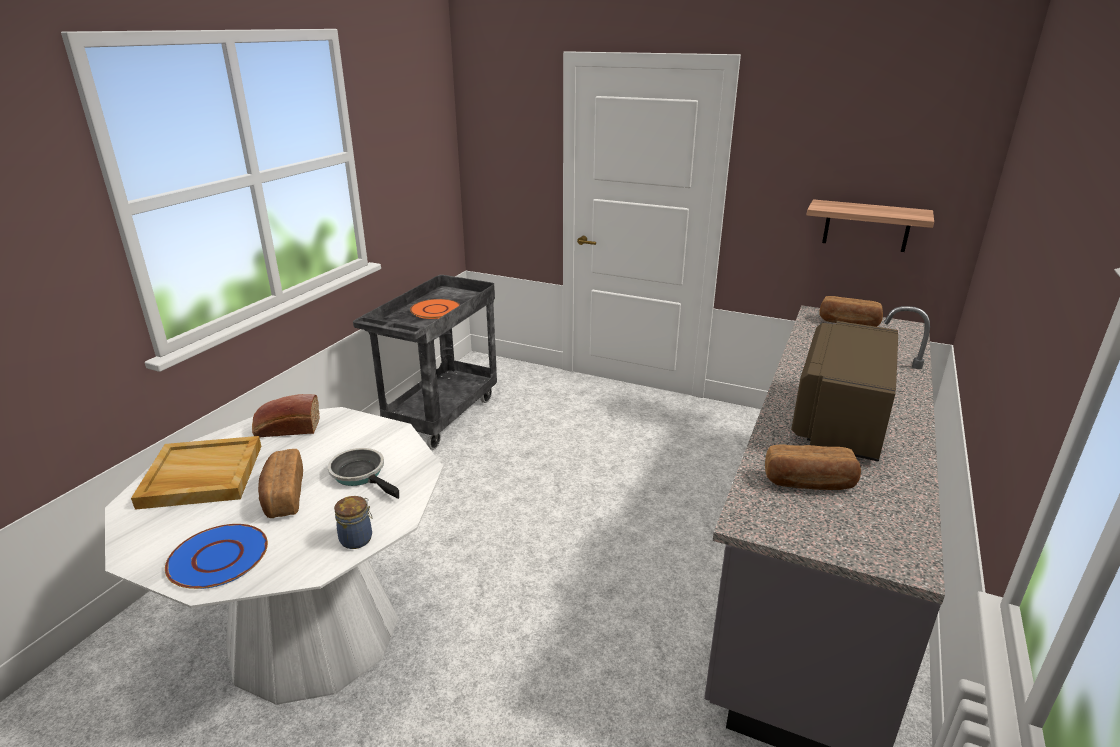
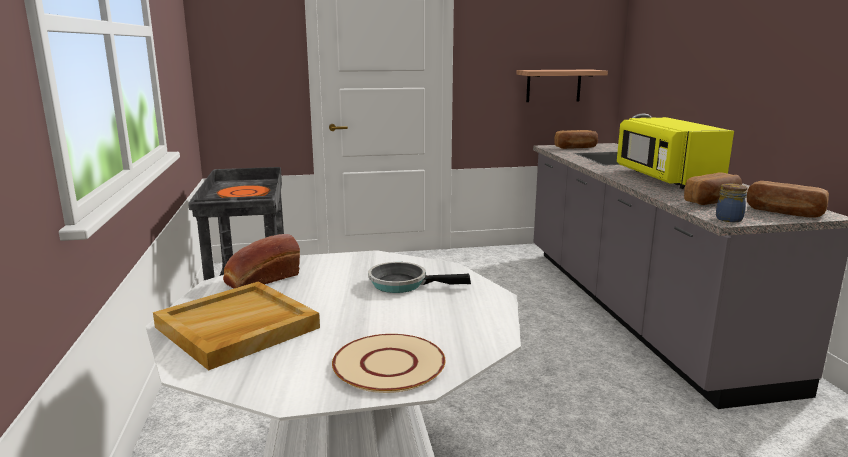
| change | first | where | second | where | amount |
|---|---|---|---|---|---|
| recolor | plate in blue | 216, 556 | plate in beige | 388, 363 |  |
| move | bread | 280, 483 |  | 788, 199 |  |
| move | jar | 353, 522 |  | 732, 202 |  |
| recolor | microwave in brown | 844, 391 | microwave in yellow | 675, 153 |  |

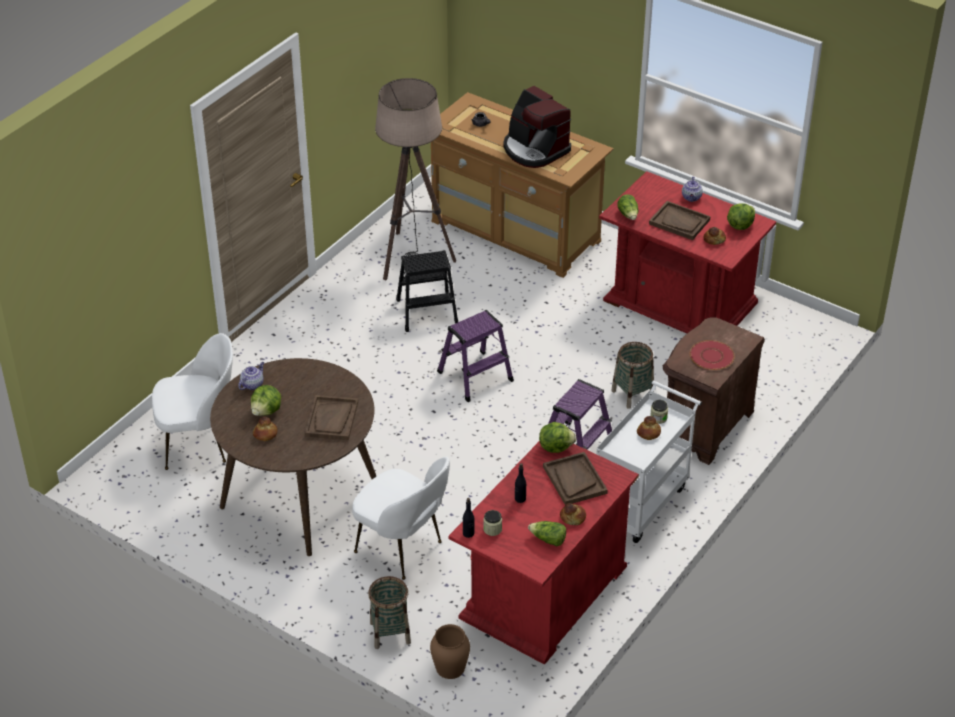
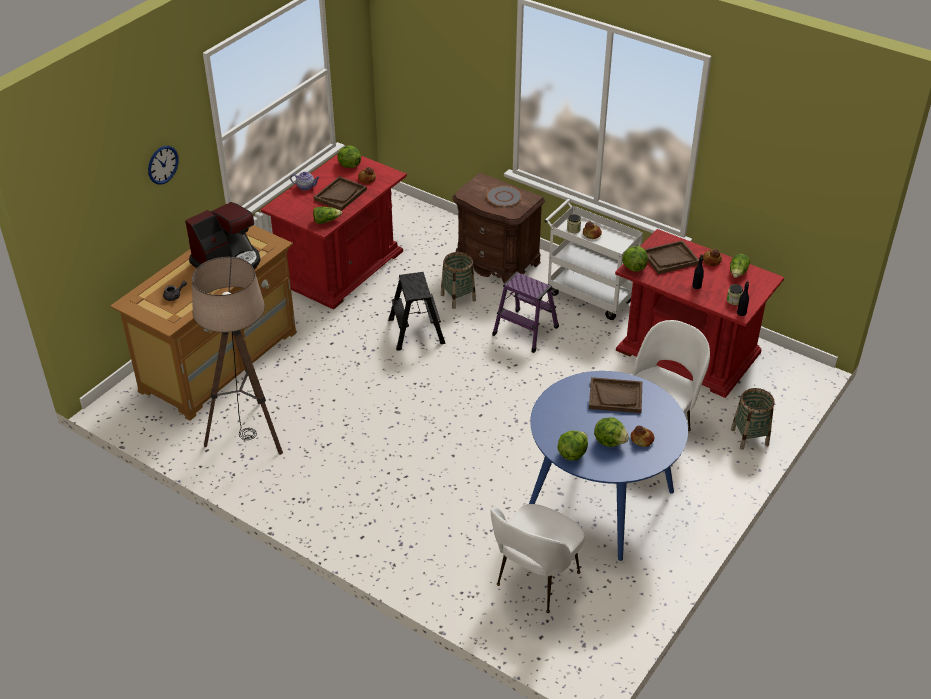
| change | first | where | second | where | amount |
|---|---|---|---|---|---|
| rotate | chair in white | 192, 401 |  | 538, 558 | 135 degrees counterclockwise |
| recolor | dining table in brown | 293, 457 | dining table in blue | 608, 466 |  |
| replace | teapot | 251, 376 | lettuce | 572, 446 |  |
| move | step ladder in black | 427, 291 |  | 416, 311 |  |
| delete | vase in brown | 450, 651 |  |  |  |
| delete | step ladder in purple | 475, 356 |  |  |  |
| recolor | plate in red | 712, 355 | plate in grey | 504, 196 |  |
| insert |  |  | wall clock | 163, 165 |  |

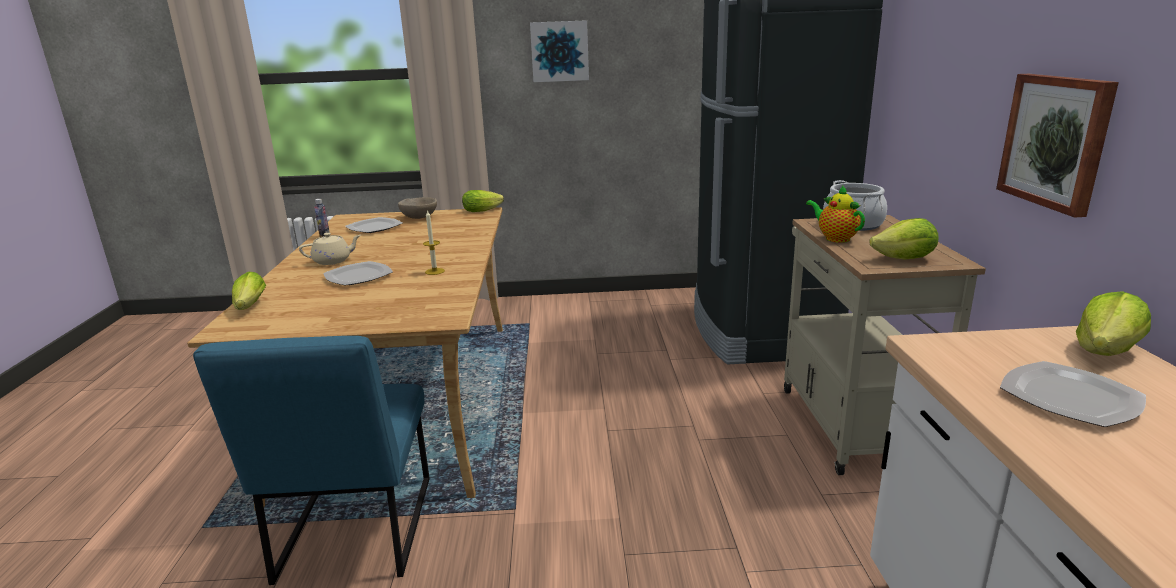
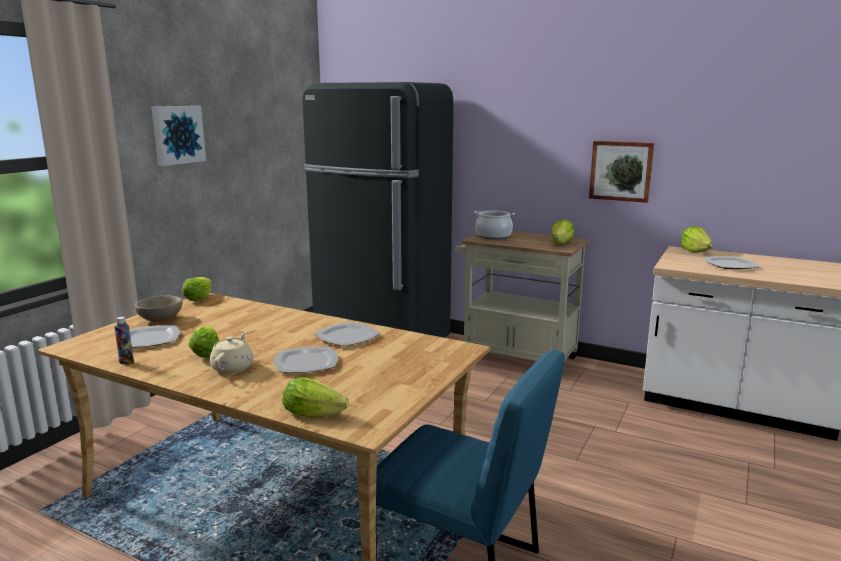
| change | first | where | second | where | amount |
|---|---|---|---|---|---|
| replace | candle | 434, 242 | plate | 347, 334 |  |
| delete | teapot | 835, 214 |  |  |  |
| insert |  |  | lettuce | 204, 341 |  |

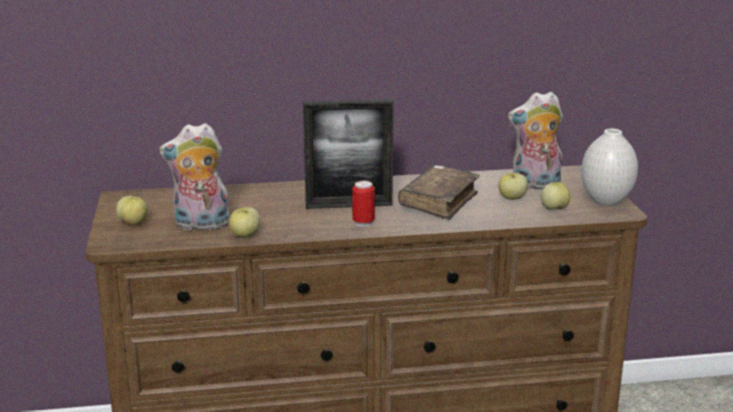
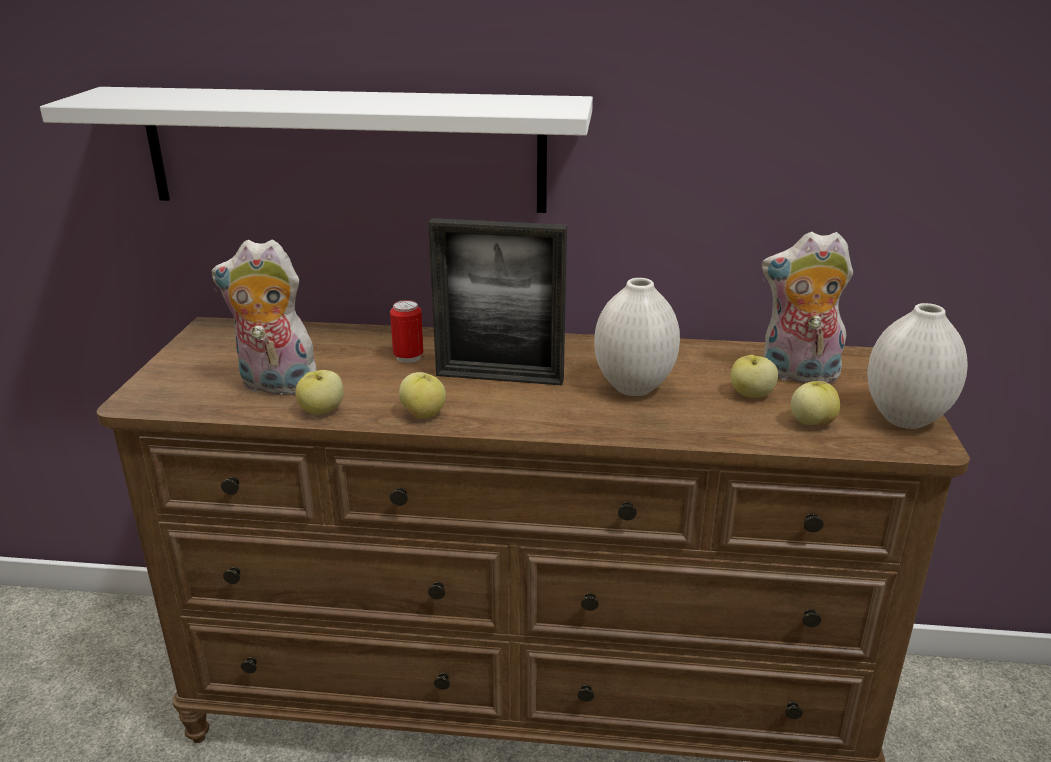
| change | first | where | second | where | amount |
|---|---|---|---|---|---|
| move | apple | 132, 210 |  | 422, 395 |  |
| move | can | 363, 204 |  | 407, 331 |  |
| replace | book in brown | 439, 192 | vase in white | 637, 337 |  |
| insert |  |  | shelf in white | 316, 150 |  |

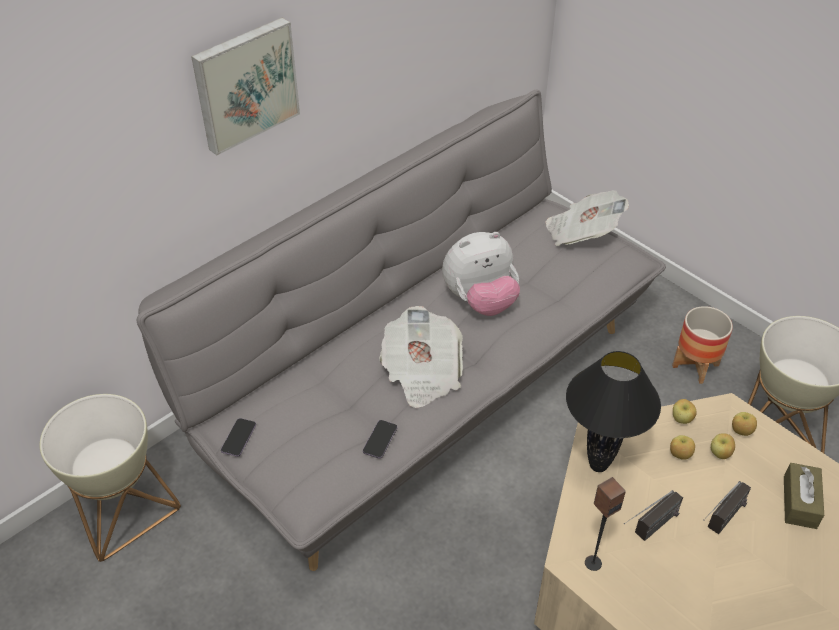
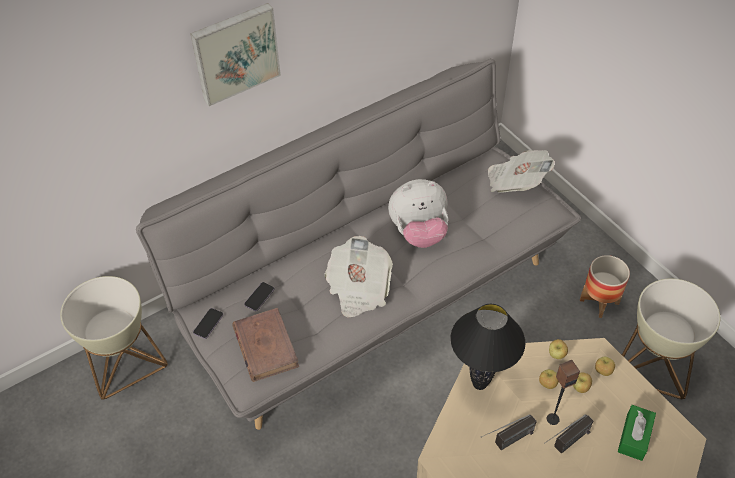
| change | first | where | second | where | amount |
|---|---|---|---|---|---|
| move | phone | 380, 439 |  | 259, 296 |  |
| move | speaker | 605, 524 |  | 563, 392 |  |
| recolor | tissue box in brown | 804, 496 | tissue box in green | 637, 433 |  |
| insert |  |  | book in brown | 265, 345 |  |

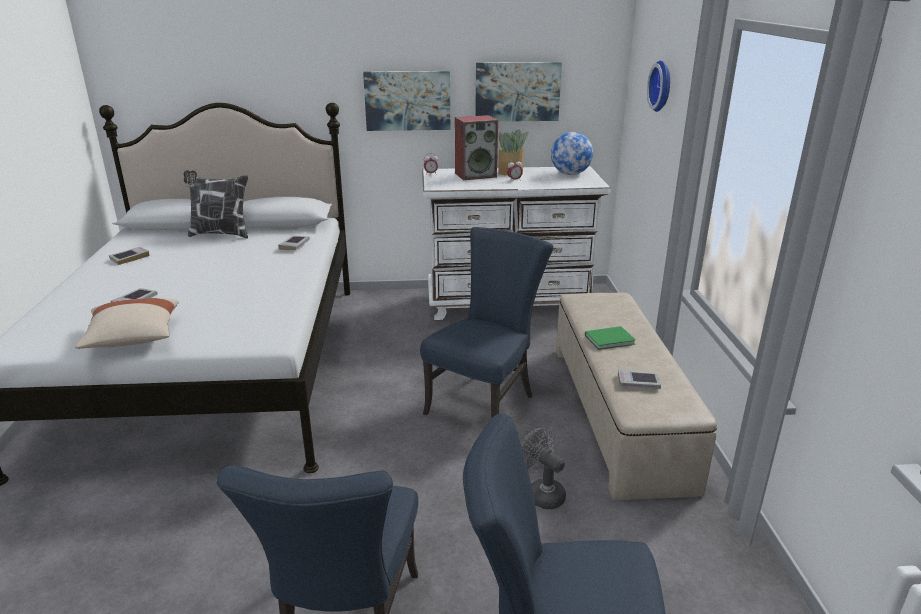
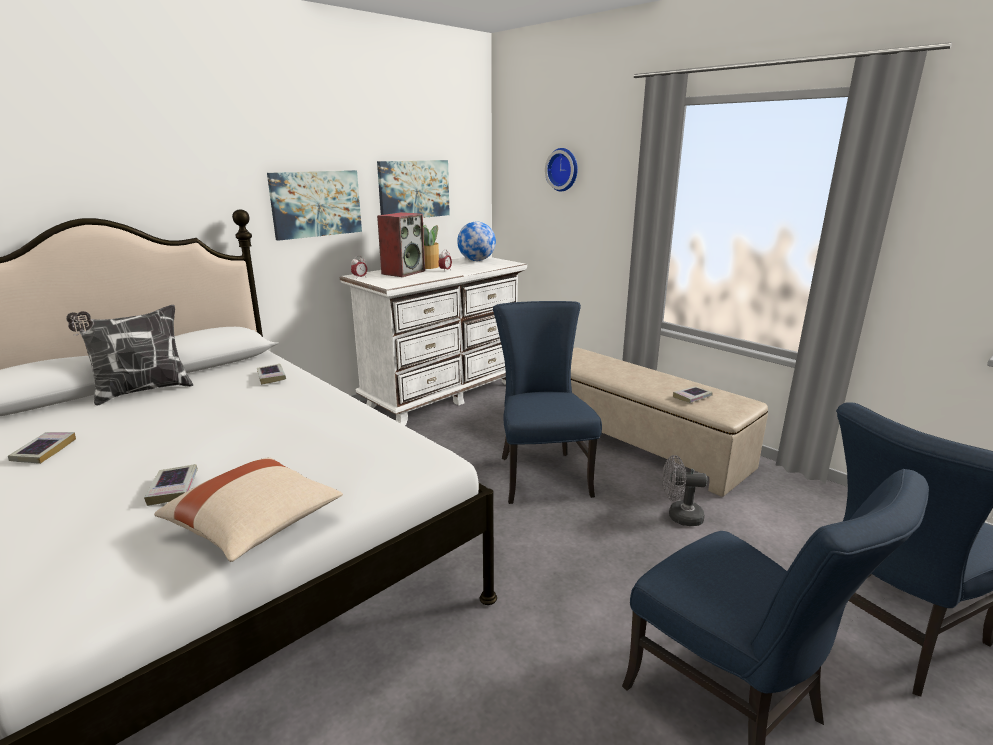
| change | first | where | second | where | amount |
|---|---|---|---|---|---|
| delete | book in green | 610, 338 |  |  |  |

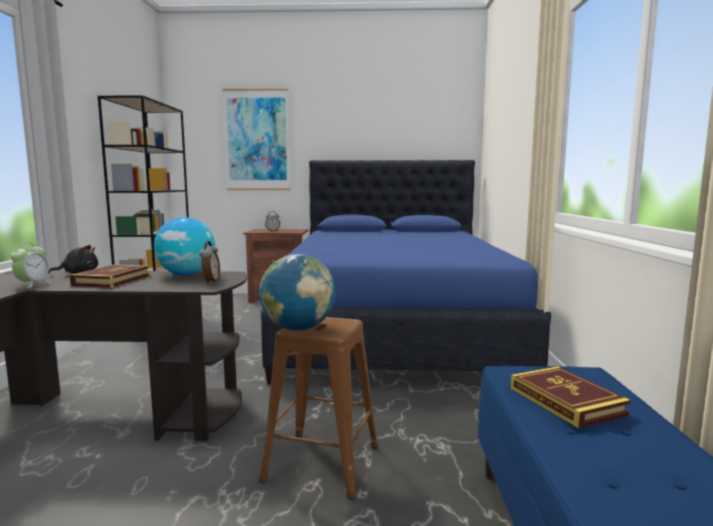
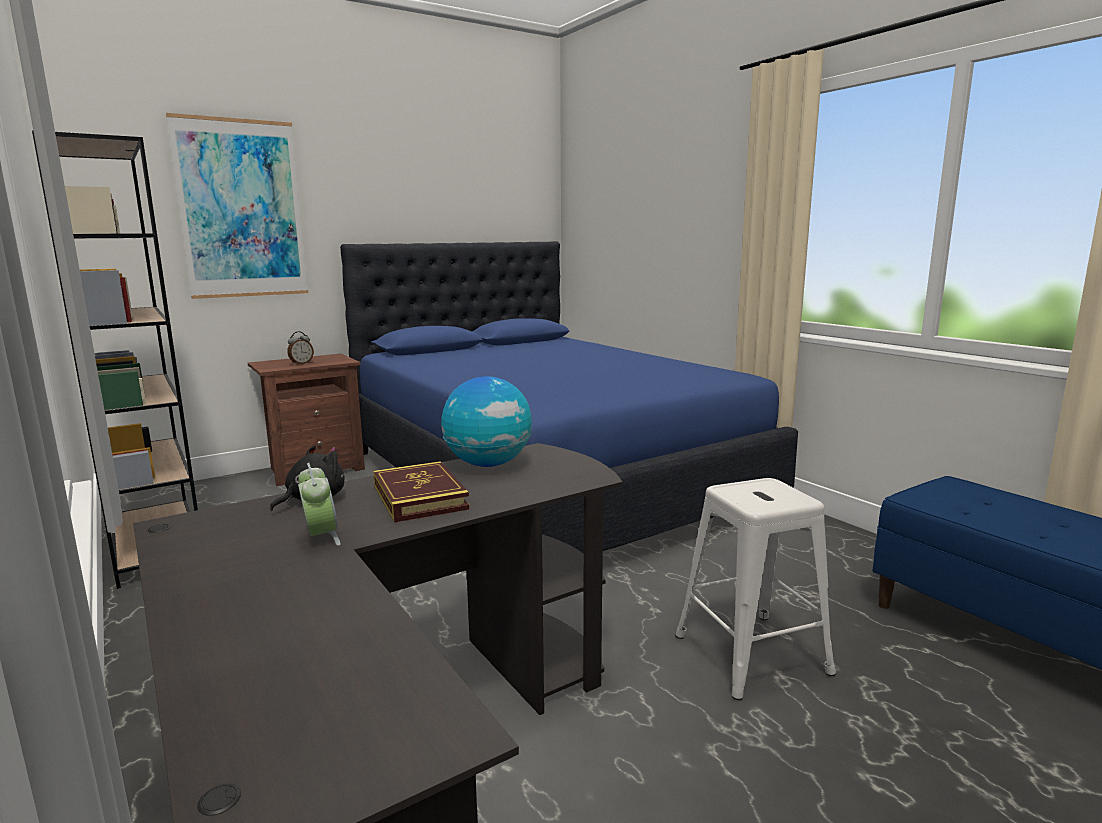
| change | first | where | second | where | amount |
|---|---|---|---|---|---|
| delete | alarm clock | 210, 262 |  |  |  |
| delete | globe | 297, 292 |  |  |  |
| recolor | stool in brown | 319, 408 | stool in white | 755, 589 |  |
| delete | book | 571, 397 |  |  |  |

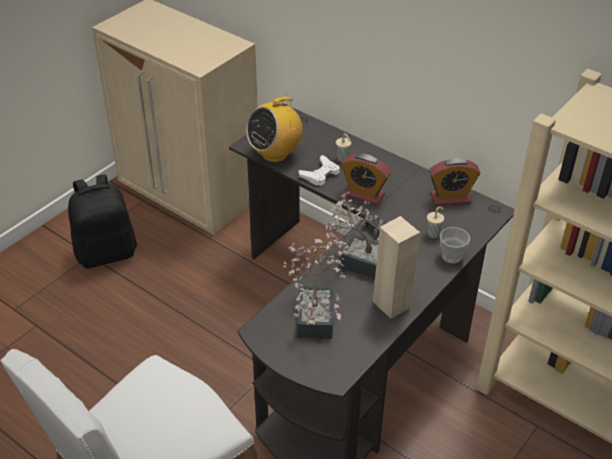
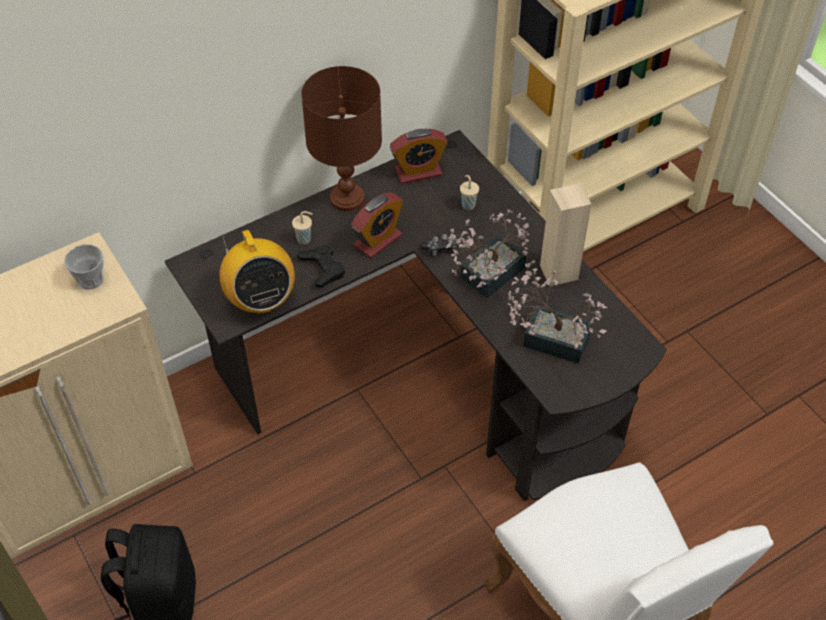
| change | first | where | second | where | amount |
|---|---|---|---|---|---|
| recolor | game controller in white | 319, 170 | game controller in black | 321, 266 |  |
| rotate | alarm clock | 454, 182 |  | 419, 156 | 60 degrees clockwise |
| move | cup | 455, 245 |  | 84, 267 |  |
| insert |  |  | table lamp in brown | 341, 139 |  |

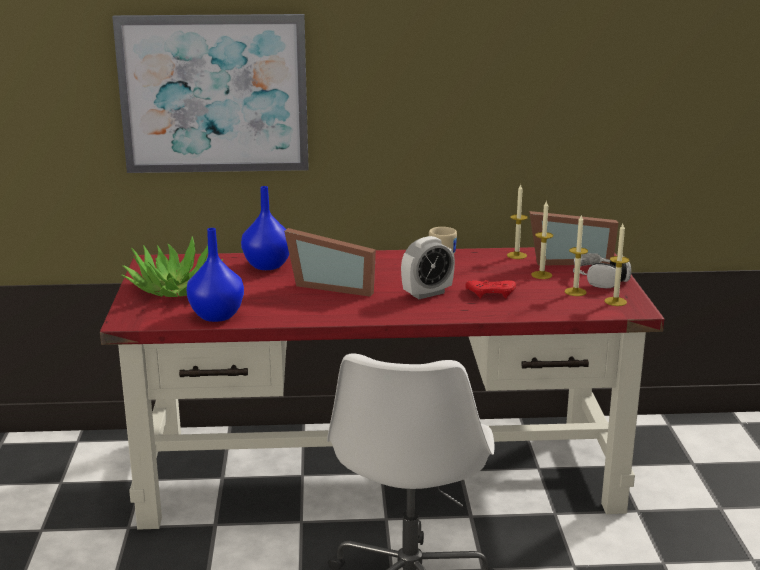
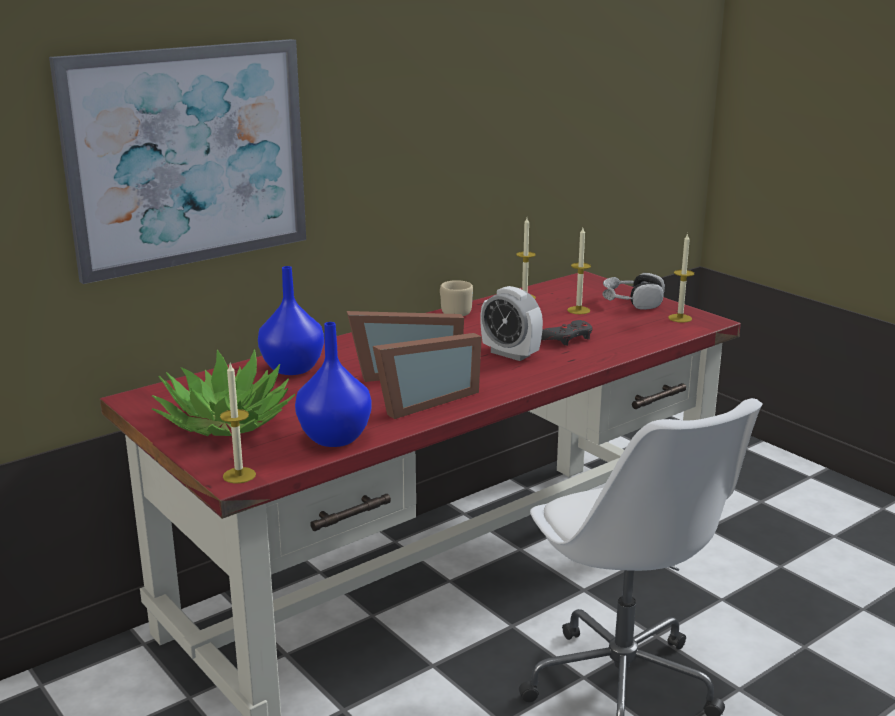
| change | first | where | second | where | amount |
|---|---|---|---|---|---|
| rotate | alarm clock | 428, 267 |  | 511, 323 | 105 degrees clockwise |
| recolor | game controller in red | 490, 289 | game controller in grey | 566, 333 |  |
| move | picture frame | 574, 238 |  | 427, 376 |  |
| move | candle | 576, 255 |  | 238, 424 |  |

